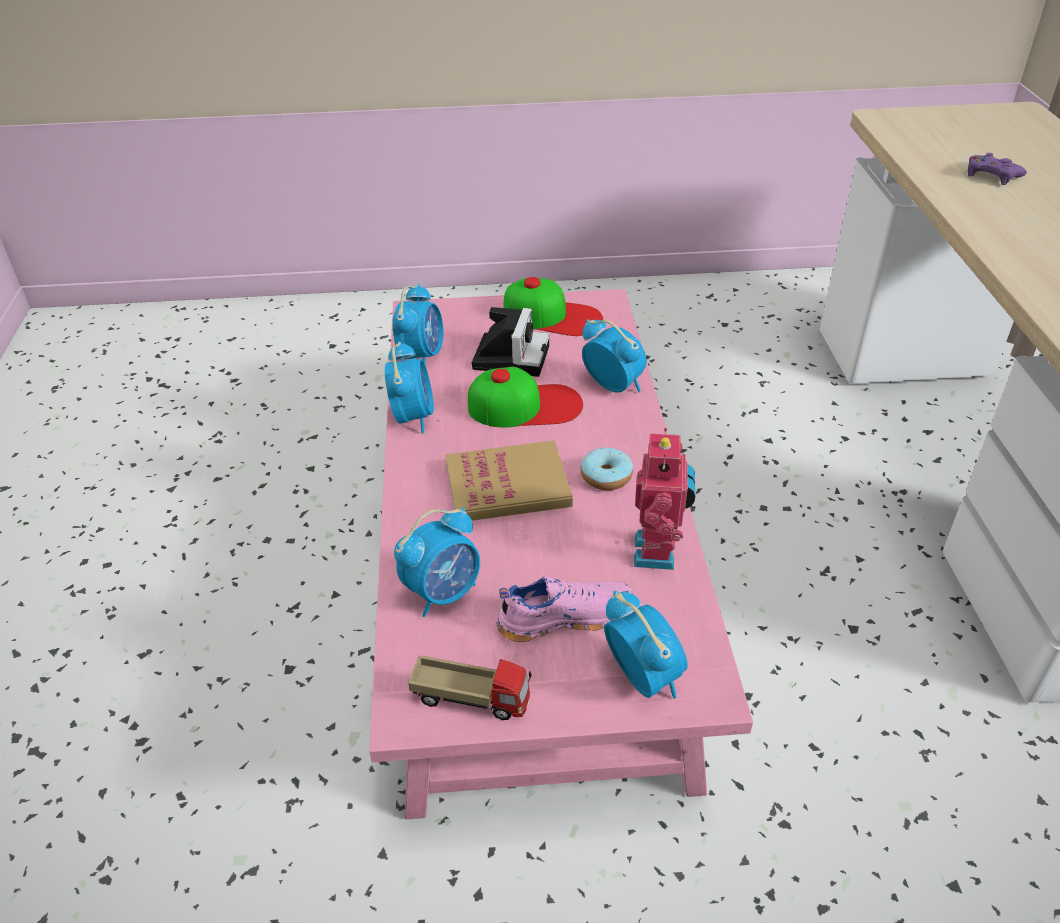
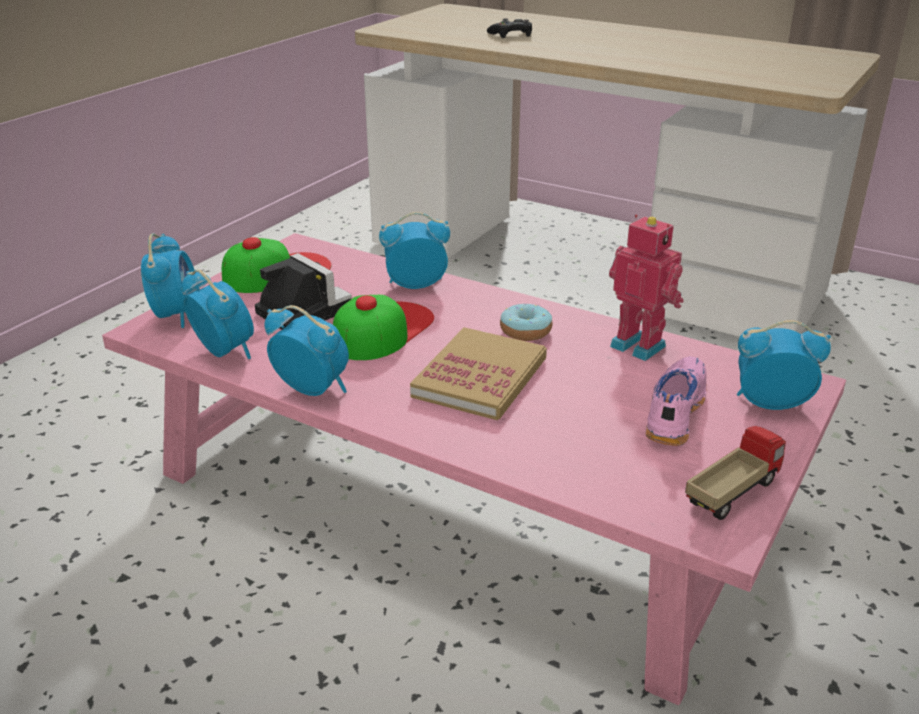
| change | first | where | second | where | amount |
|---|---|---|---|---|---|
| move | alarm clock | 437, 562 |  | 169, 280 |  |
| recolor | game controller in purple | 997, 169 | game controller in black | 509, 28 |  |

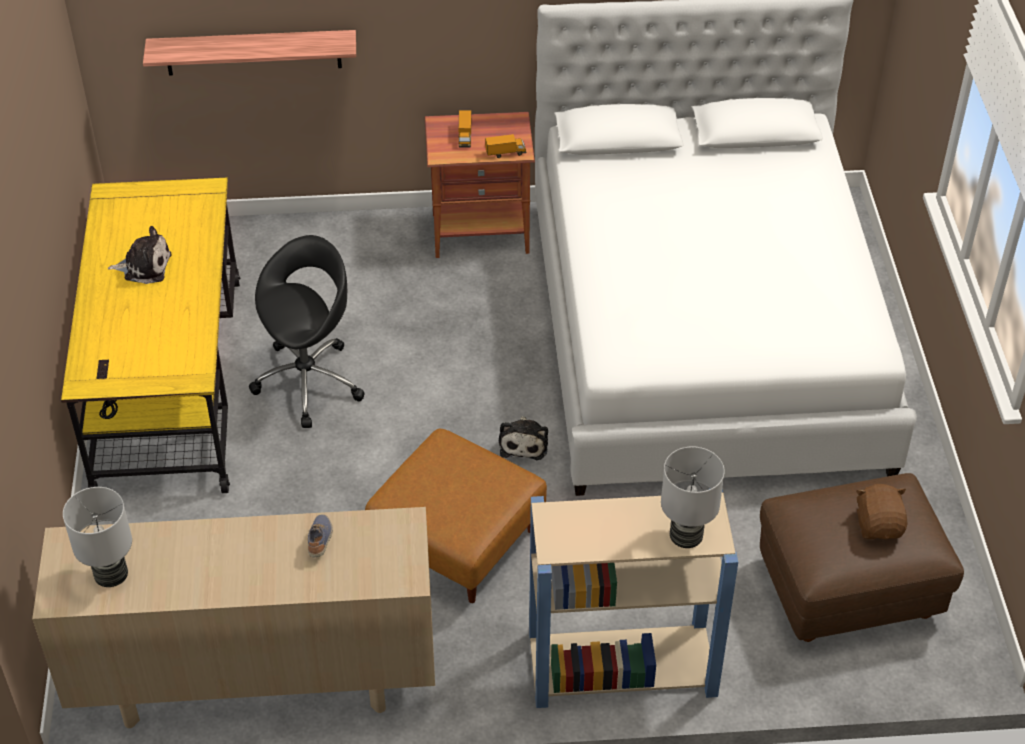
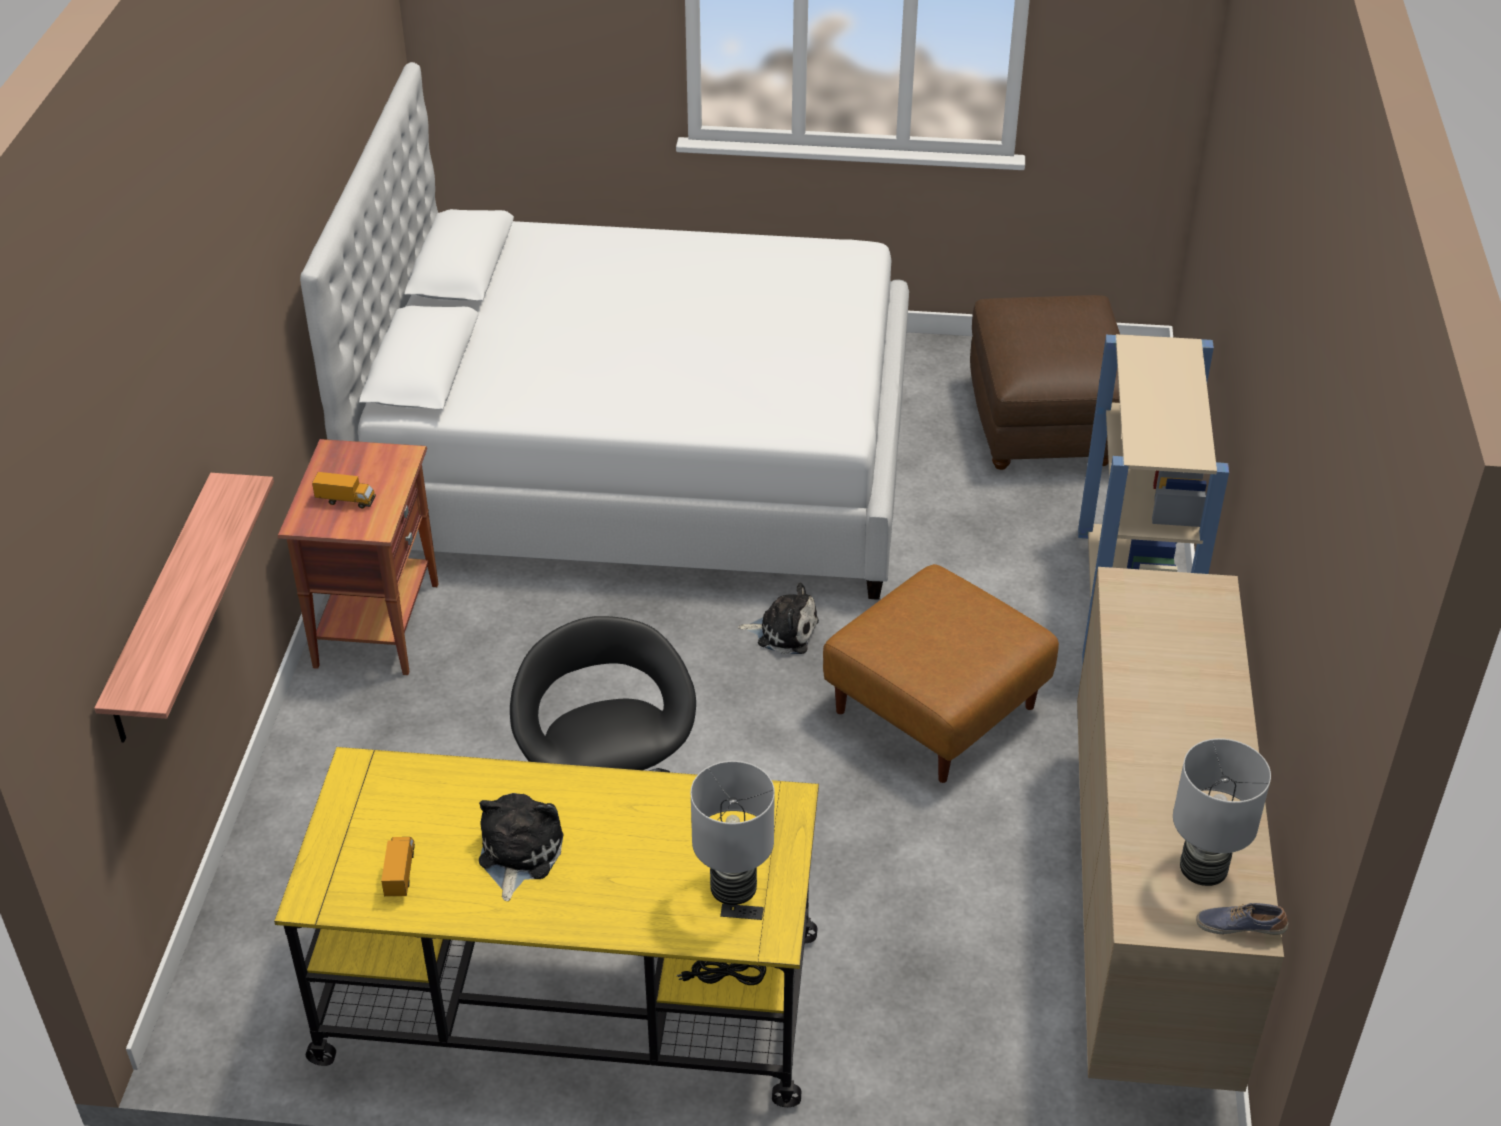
| change | first | where | second | where | amount |
|---|---|---|---|---|---|
| move | shoe | 320, 535 |  | 1242, 919 |  |
| move | toy truck | 505, 146 |  | 398, 866 |  |
| move | table lamp in grey | 692, 497 |  | 733, 833 |  |
| delete | plush toy in brown | 882, 511 |  |  |  |

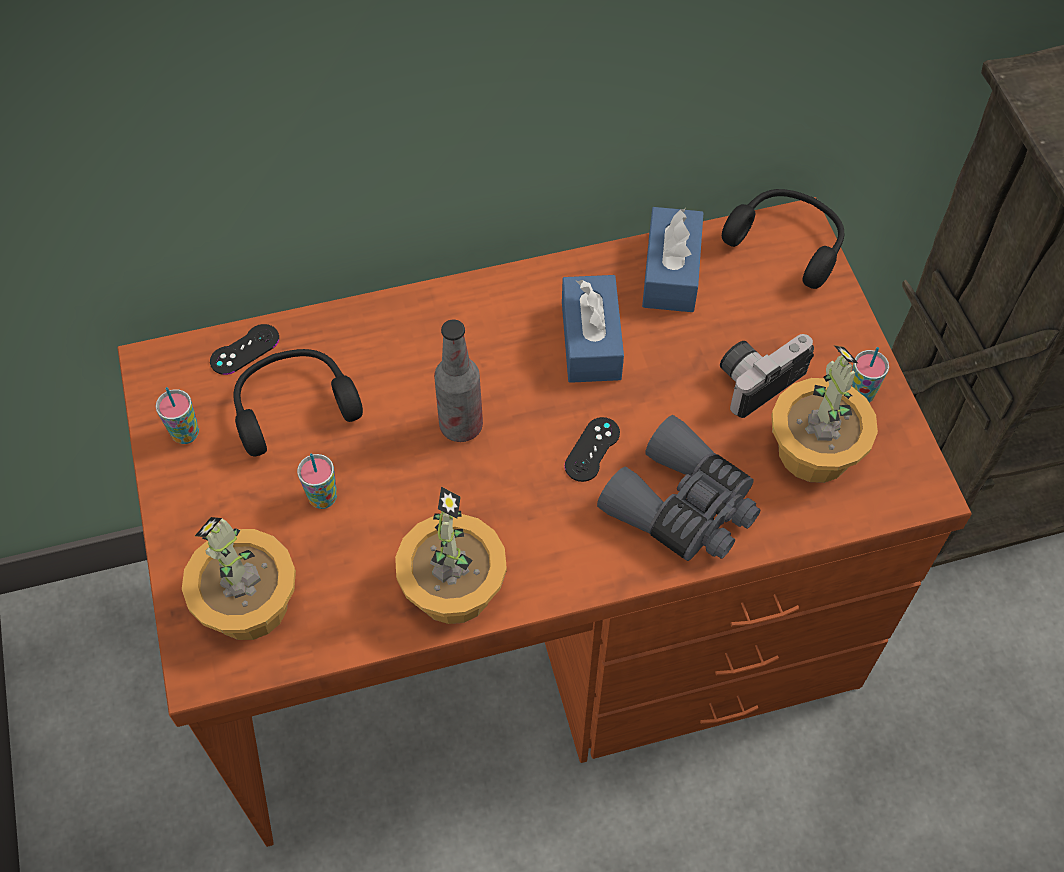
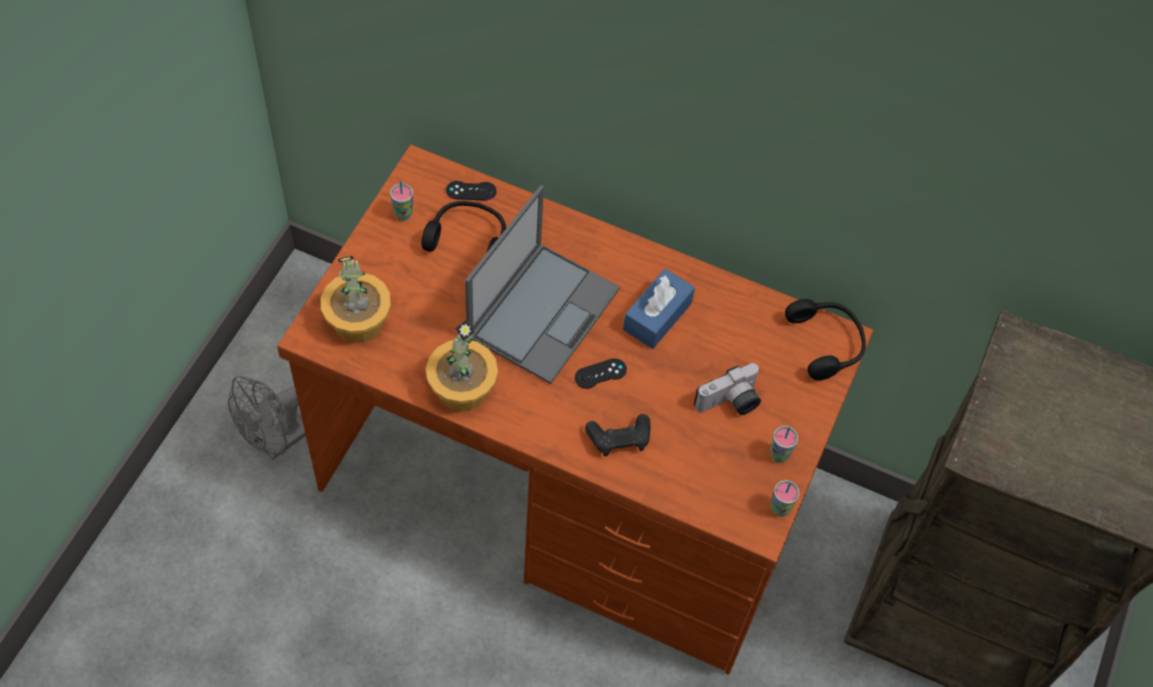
| change | first | where | second | where | amount |
|---|---|---|---|---|---|
| move | cup | 317, 481 |  | 784, 498 |  |
| replace | bottle | 458, 380 | laptop | 542, 284 |  |
| replace | binoculars in grey | 679, 488 | game controller in black | 617, 435 |  |
| delete | tissue box in blue | 673, 259 |  |  |  |
| rotate | photo camera | 767, 376 |  | 727, 389 | 150 degrees clockwise |
| delete | potted plant | 824, 414 |  |  |  |
| insert |  |  | fan in grey | 267, 418 |  |

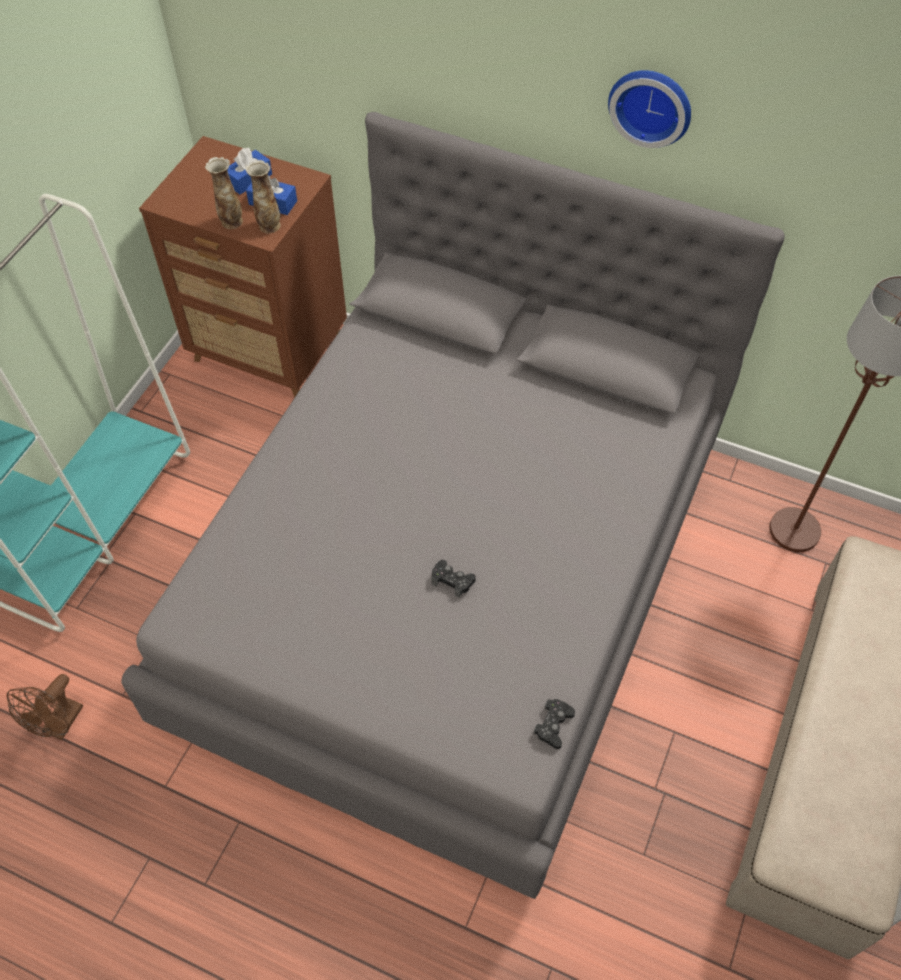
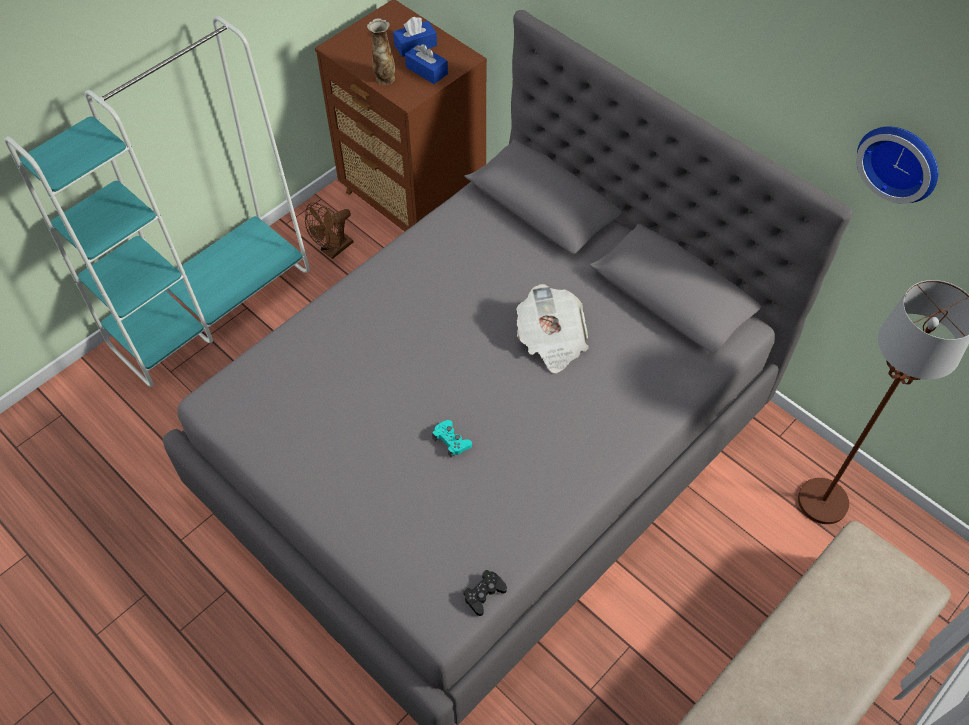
| change | first | where | second | where | amount |
|---|---|---|---|---|---|
| move | fan in brown | 45, 707 |  | 329, 231 |  |
| delete | vase | 263, 196 |  |  |  |
| recolor | game controller in black | 453, 579 | game controller in turquoise | 452, 438 |  |
| move | wall clock | 649, 109 |  | 897, 165 |  |
| insert |  |  | newspaper | 553, 328 |  |

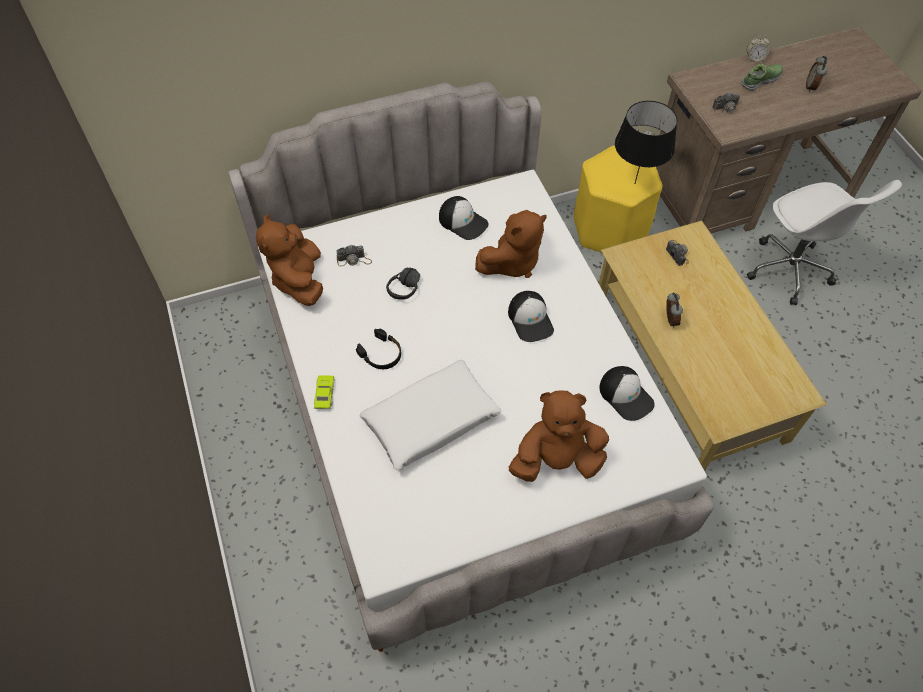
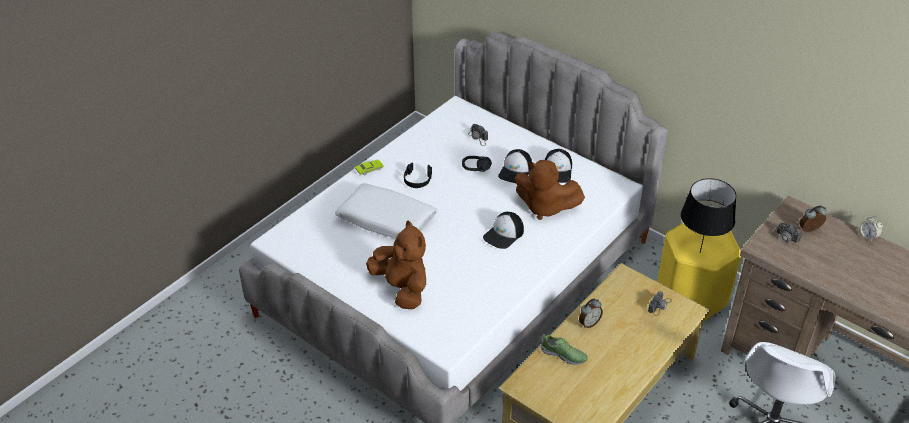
| change | first | where | second | where | amount |
|---|---|---|---|---|---|
| delete | plush toy in brown | 289, 260 |  |  |  |
| move | cap | 627, 393 |  | 515, 166 |  |
| move | shoe | 762, 77 |  | 564, 349 |  |
| move | alarm clock | 816, 74 |  | 813, 218 |  |

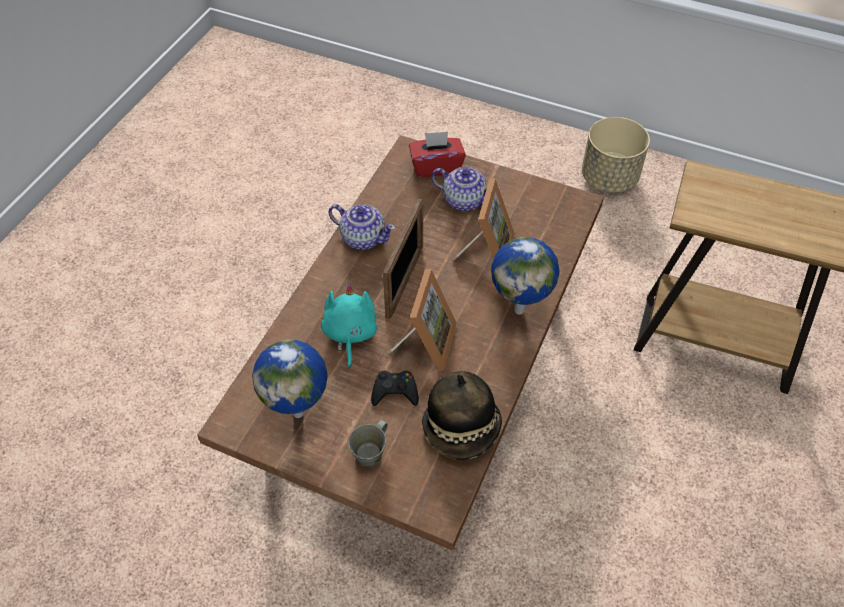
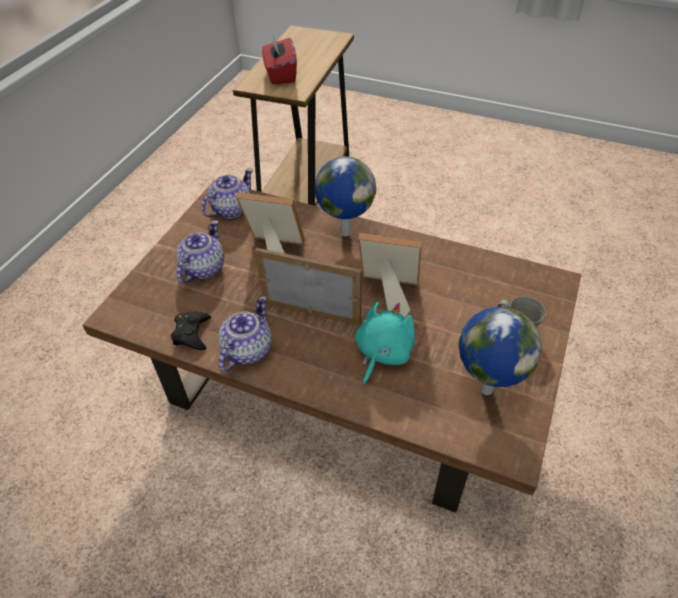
| change | first | where | second | where | amount |
|---|---|---|---|---|---|
| rotate | plush toy in turquoise | 349, 326 |  | 385, 344 | 120 degrees clockwise |
| move | game controller in black | 395, 388 |  | 191, 331 |  |
| move | tissue box in red | 437, 154 |  | 279, 59 |  |
| delete | hat | 462, 415 |  |  |  |
| delete | planter in beige | 616, 155 |  |  |  |
| insert |  |  | teapot | 227, 193 |  |

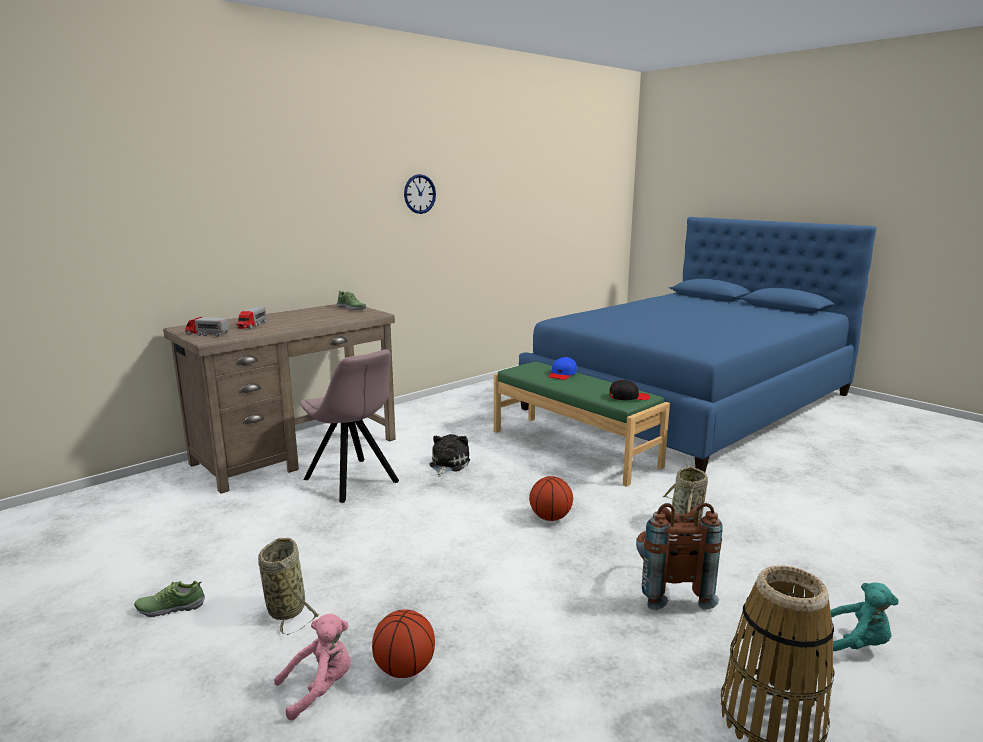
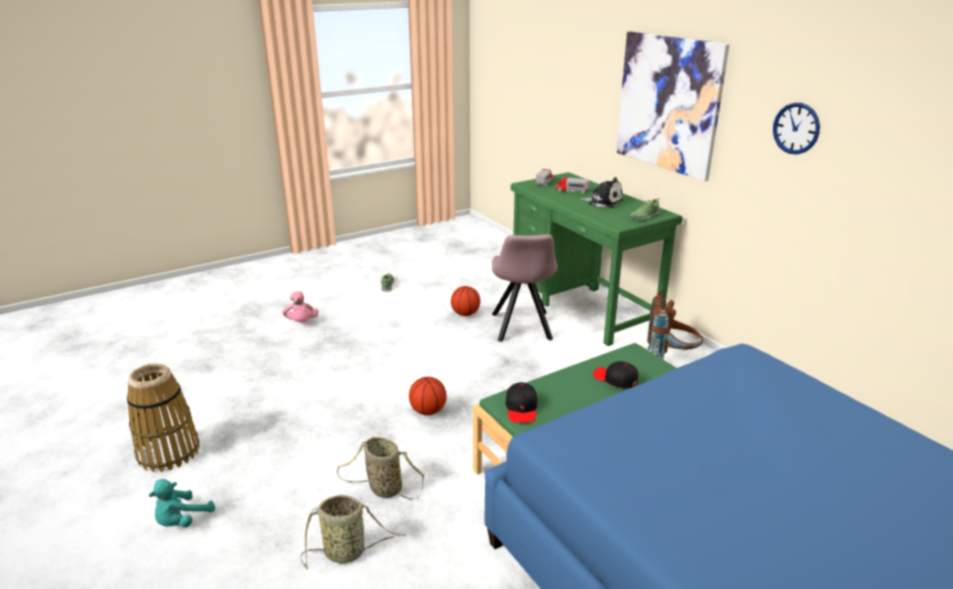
| change | first | where | second | where | amount |
|---|---|---|---|---|---|
| recolor | desk in brown | 279, 399 | desk in green | 597, 259 |  |
| move | basket | 289, 586 |  | 353, 532 |  |
| rotate | chair in pink | 349, 426 |  | 525, 288 | 60 degrees counterclockwise |
| move | basketball | 403, 644 |  | 465, 301 |  |
| move | plush toy | 449, 455 |  | 601, 192 |  |
| recolor | cap in blue | 562, 368 | cap in black | 615, 375 |  |
| move | backpack in brown | 679, 556 |  | 675, 325 |  |
| insert |  |  | picture | 672, 106 |  |

